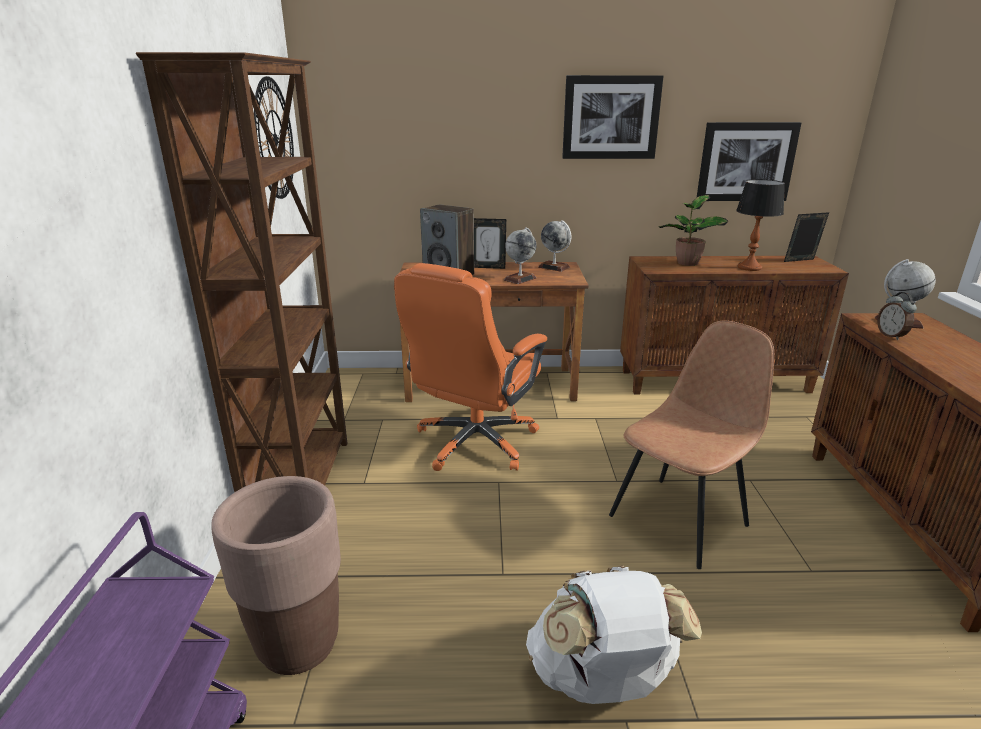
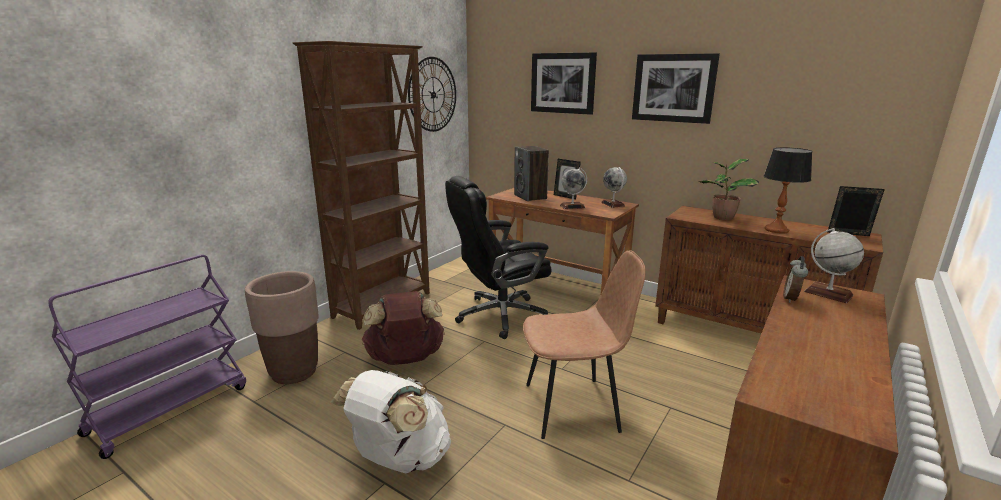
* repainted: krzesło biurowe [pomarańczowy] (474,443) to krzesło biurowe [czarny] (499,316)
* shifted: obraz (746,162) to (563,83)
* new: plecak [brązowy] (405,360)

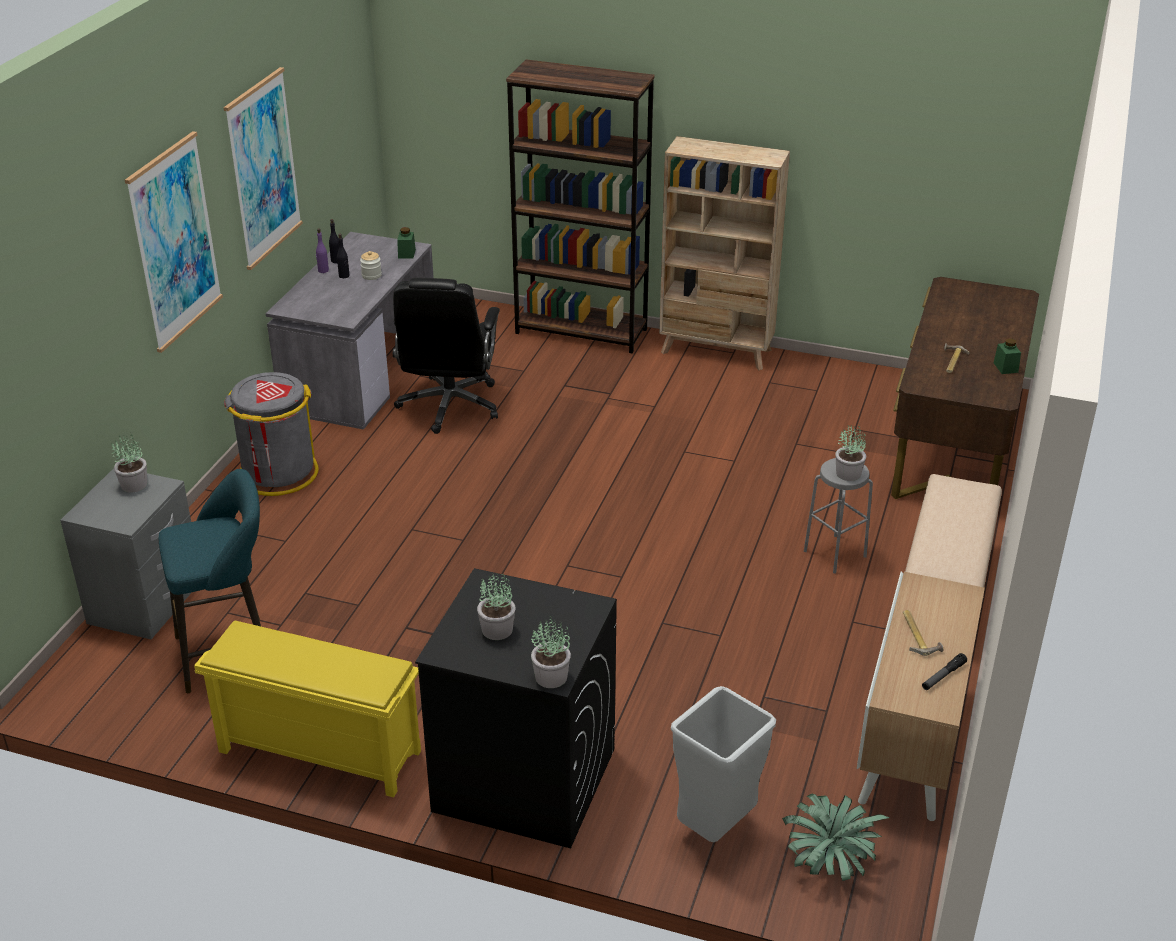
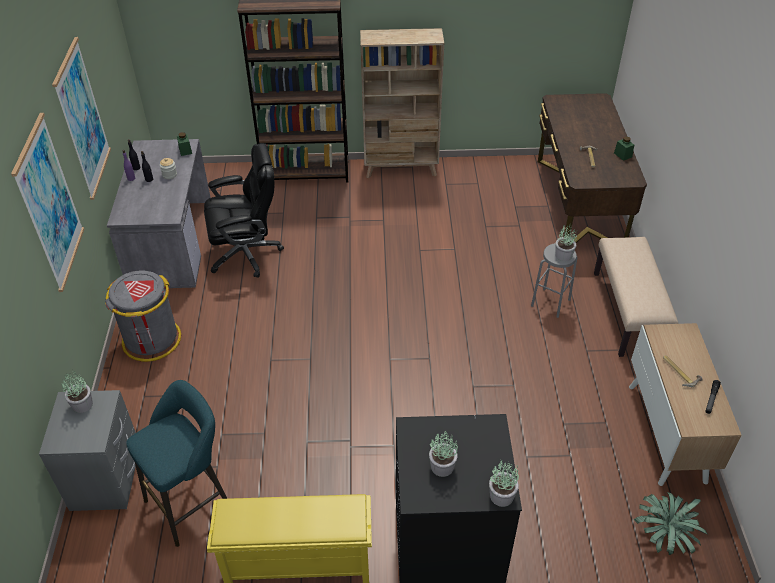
* rotated: krzesło biurowe [czarny] (449,406) = (246,253) 90 degrees counterclockwise
* gone: kosz na śmieci [szary] (716,827)

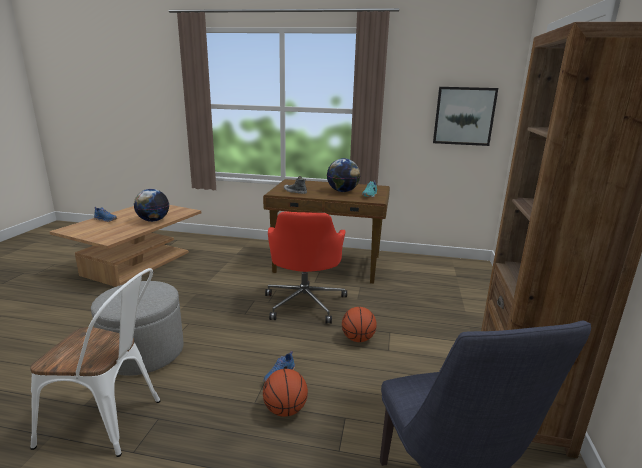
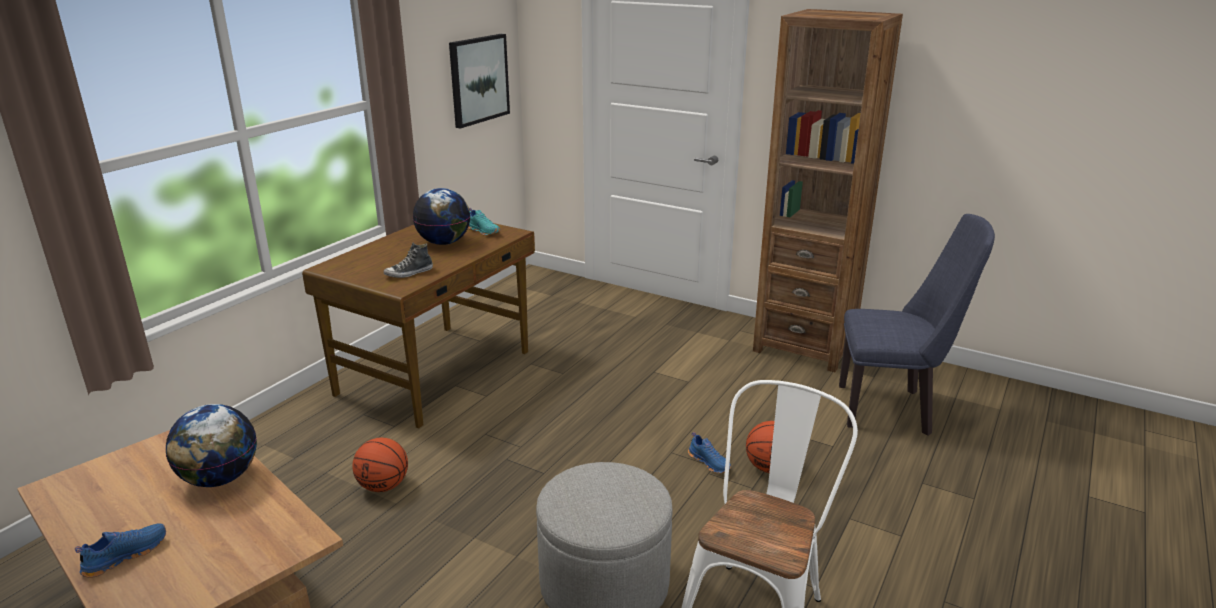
* gone: krzesło biurowe [czerwony] (305,302)
* shifted: piłka do koszykówki (358,339) to (383,486)

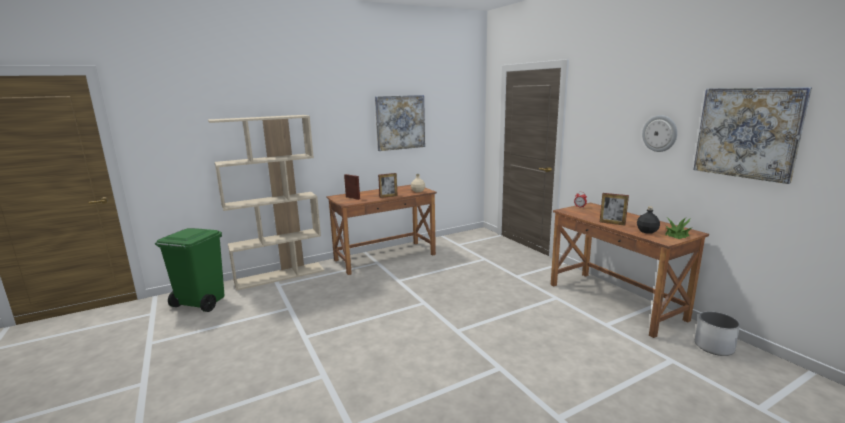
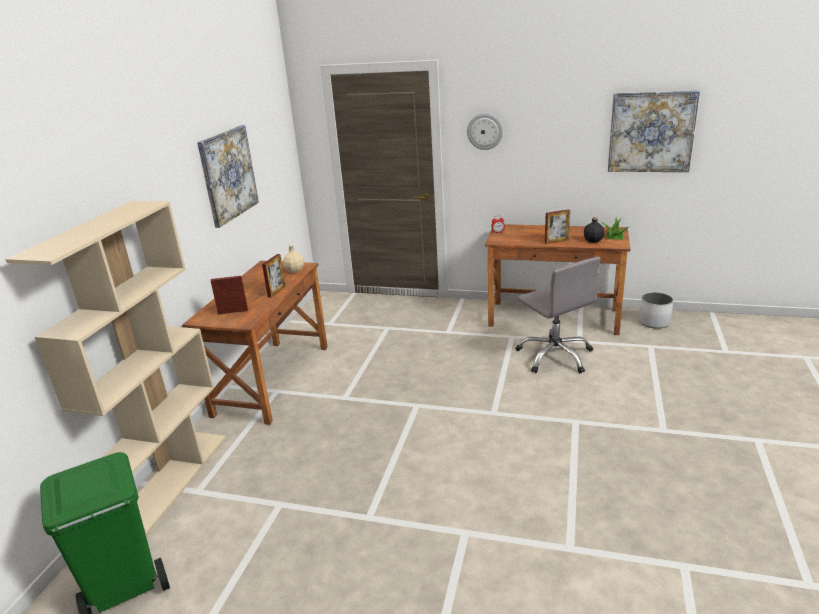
* shifted: zegar ścienny (660,133) to (485,131)
* new: krzesło biurowe [szary] (555,356)

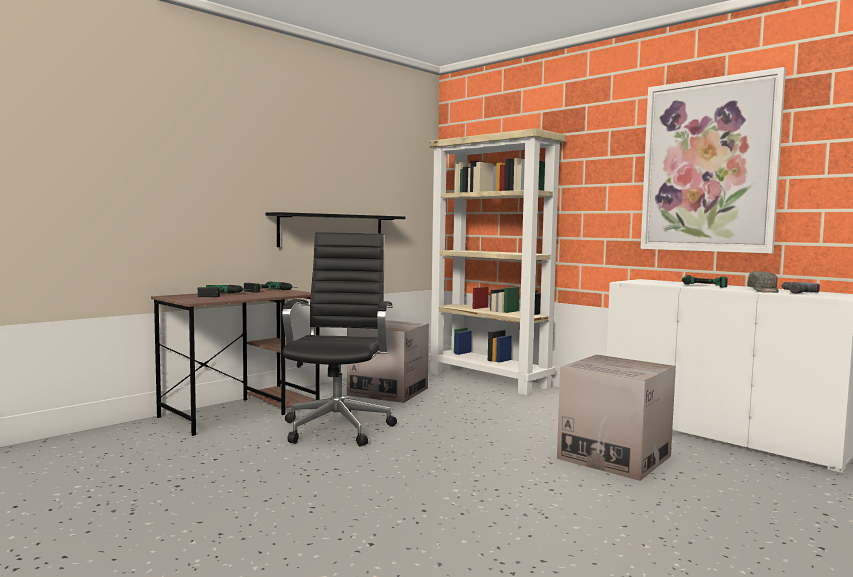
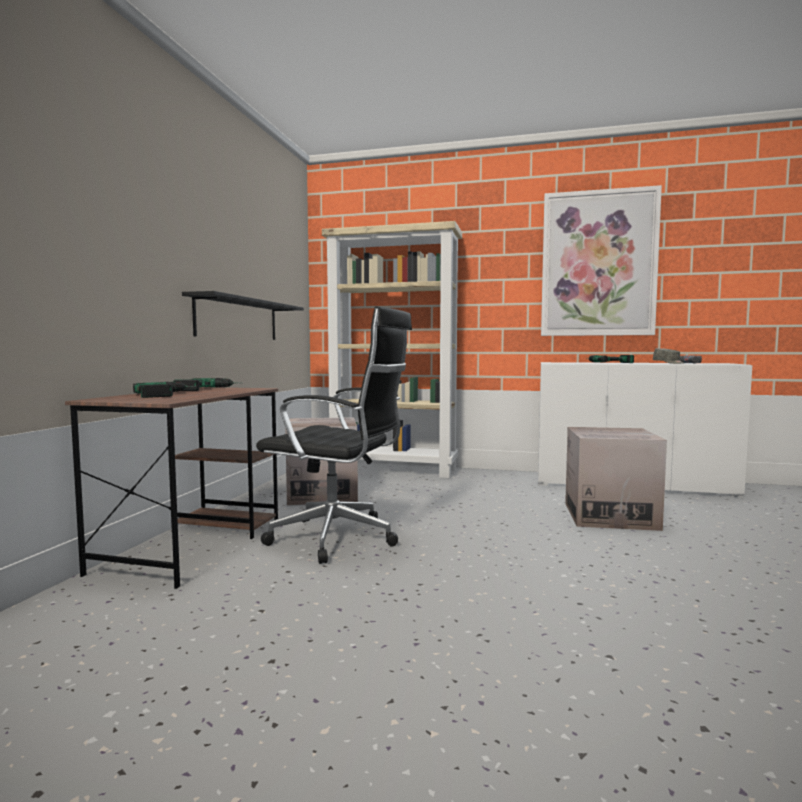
* rotated: krzesło biurowe [czarny] (338,427) = (339,539) 135 degrees clockwise

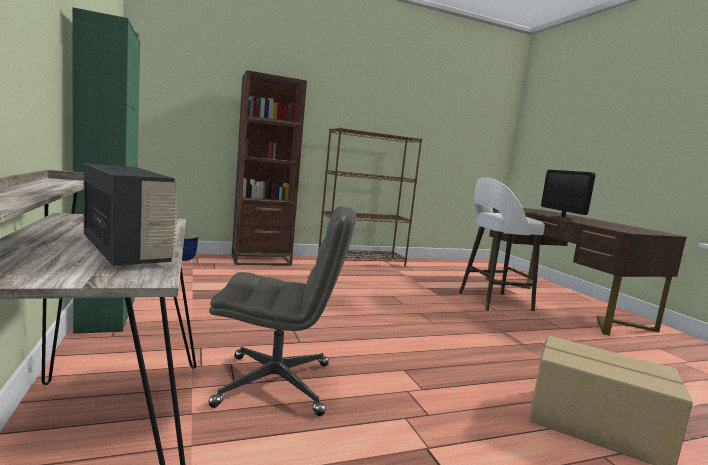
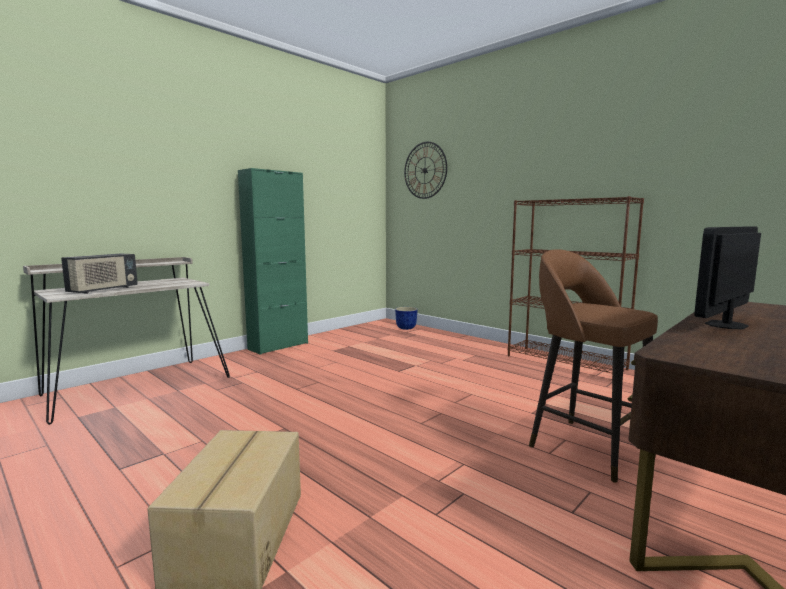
* gone: krzesło biurowe [szary] (277,384)
* gone: regał [brązowy] (261,260)
* repainted: stołek [biały] (492,302) to stołek [brązowy] (586,447)
* new: zegar ścienny (425,170)

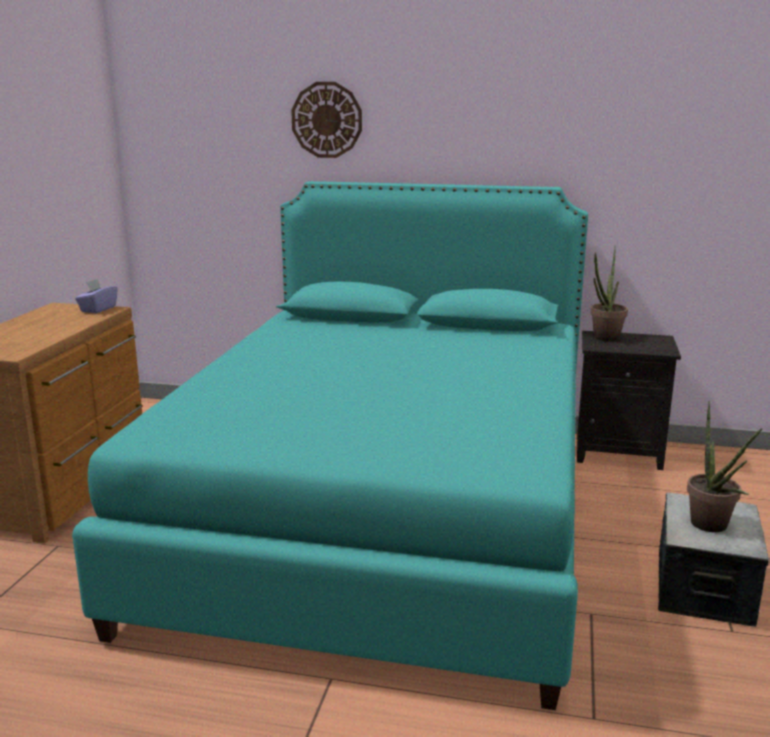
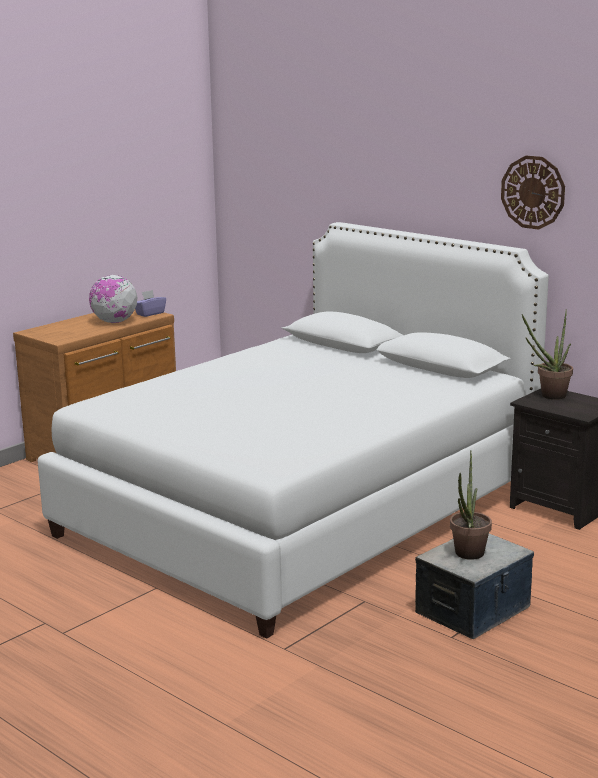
* repainted: łóżko [turkusowy] (384,515) to łóżko [biały] (301,510)
* shifted: zegar ścienny (327,120) to (533,192)
* new: globus (114,322)

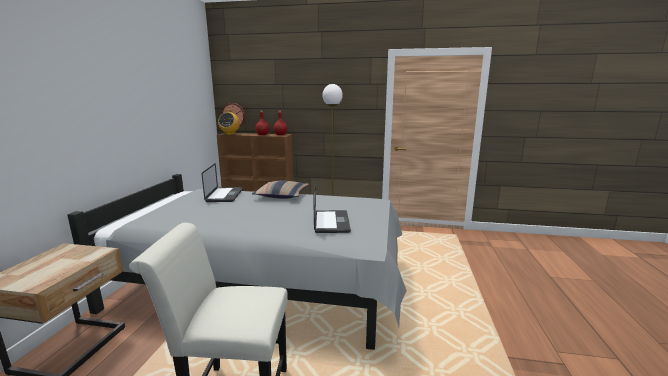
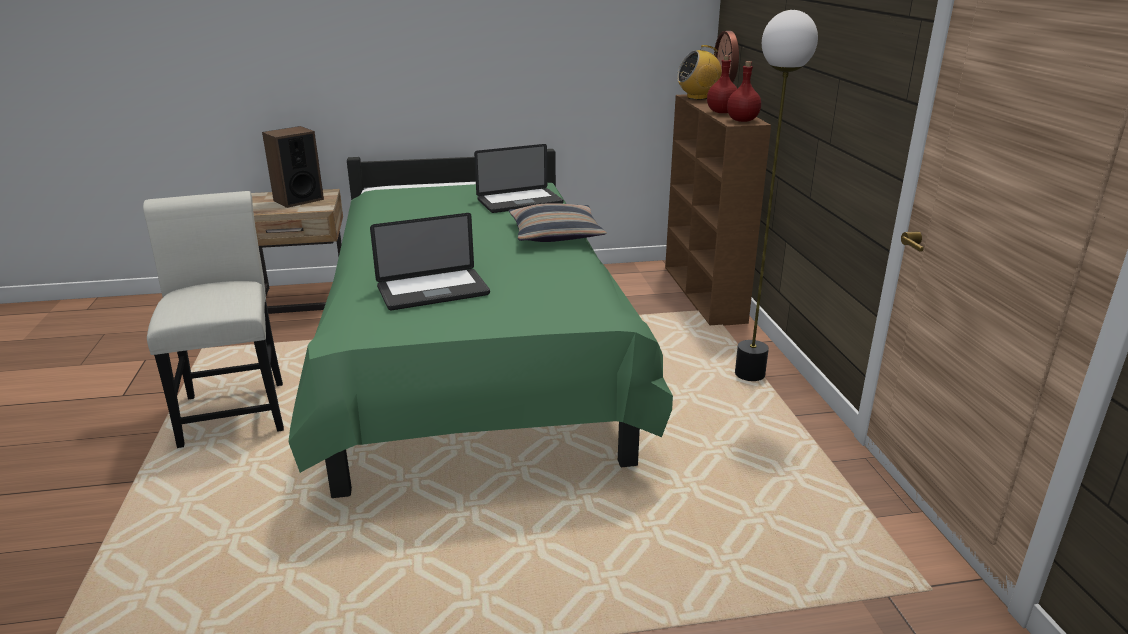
* repainted: łóżko [szary] (265,285) to łóżko [zielony] (472,364)
* new: głośnik (298,200)

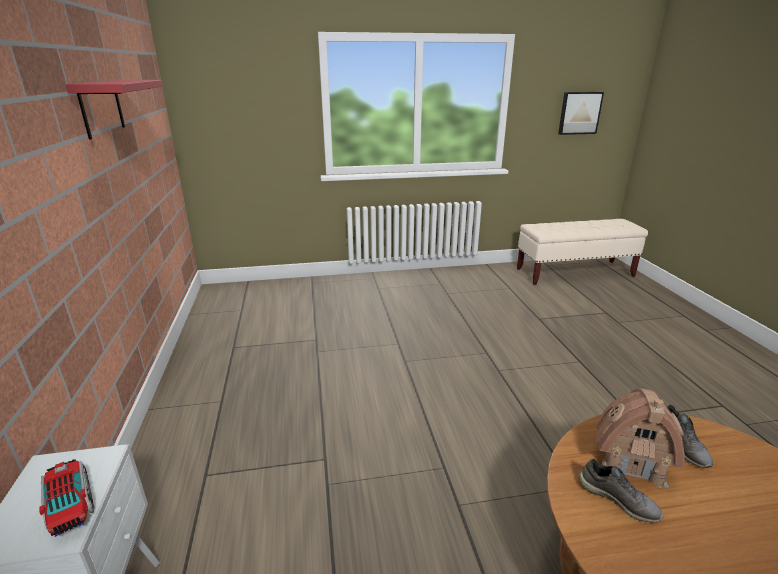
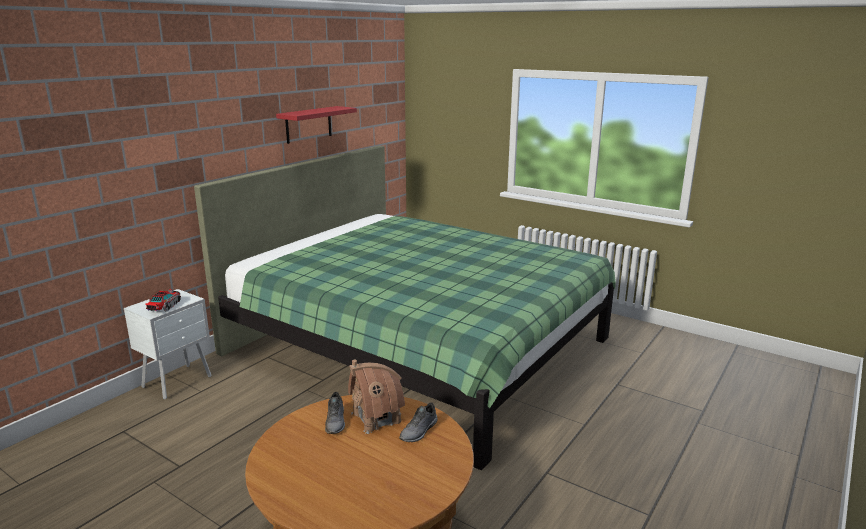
* gone: ławka [beżowy] (575,273)
* gone: obraz (579,113)
* new: łóżko [zielony] (418,347)

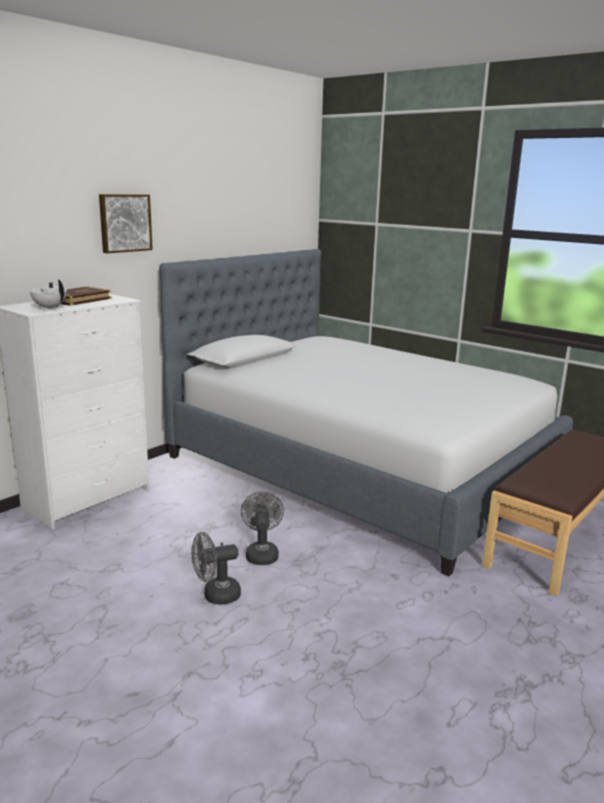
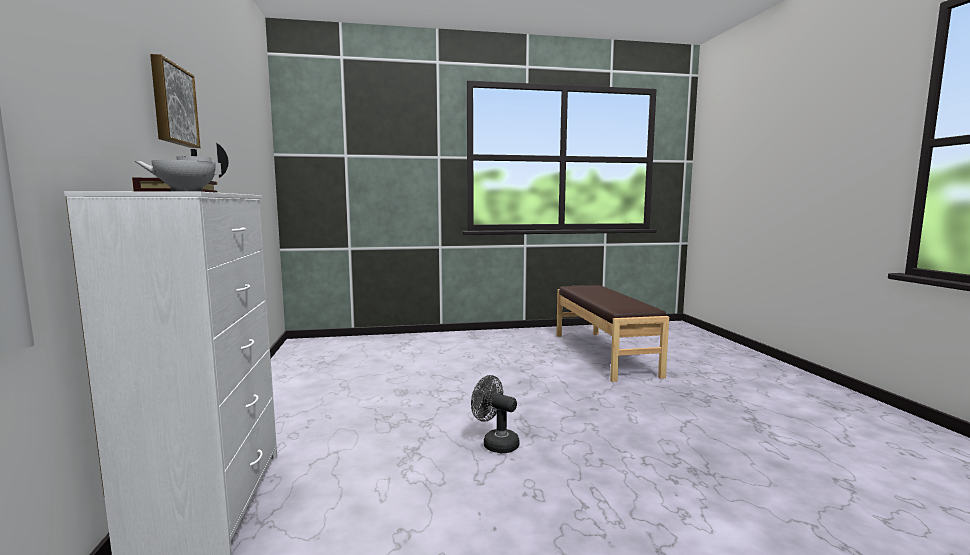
* gone: łóżko (360,467)
* gone: wentylator [szary] (216,596)

